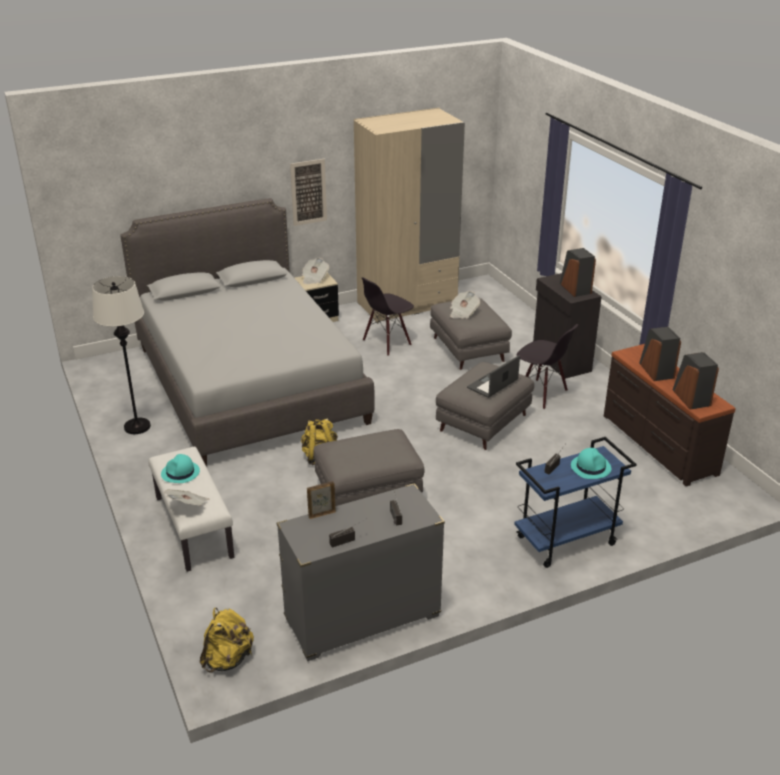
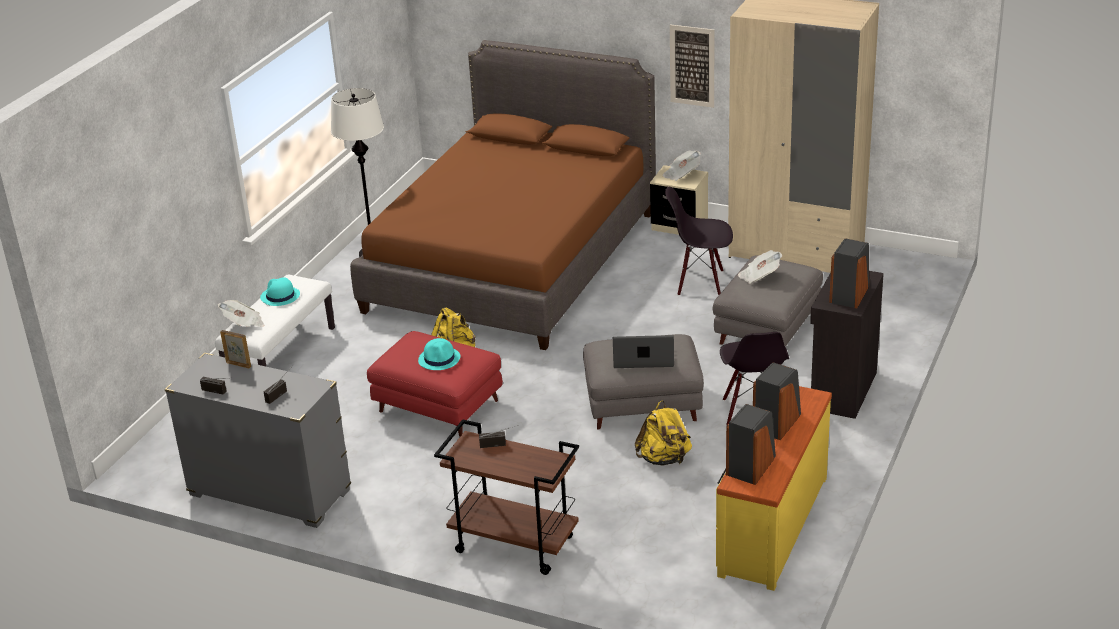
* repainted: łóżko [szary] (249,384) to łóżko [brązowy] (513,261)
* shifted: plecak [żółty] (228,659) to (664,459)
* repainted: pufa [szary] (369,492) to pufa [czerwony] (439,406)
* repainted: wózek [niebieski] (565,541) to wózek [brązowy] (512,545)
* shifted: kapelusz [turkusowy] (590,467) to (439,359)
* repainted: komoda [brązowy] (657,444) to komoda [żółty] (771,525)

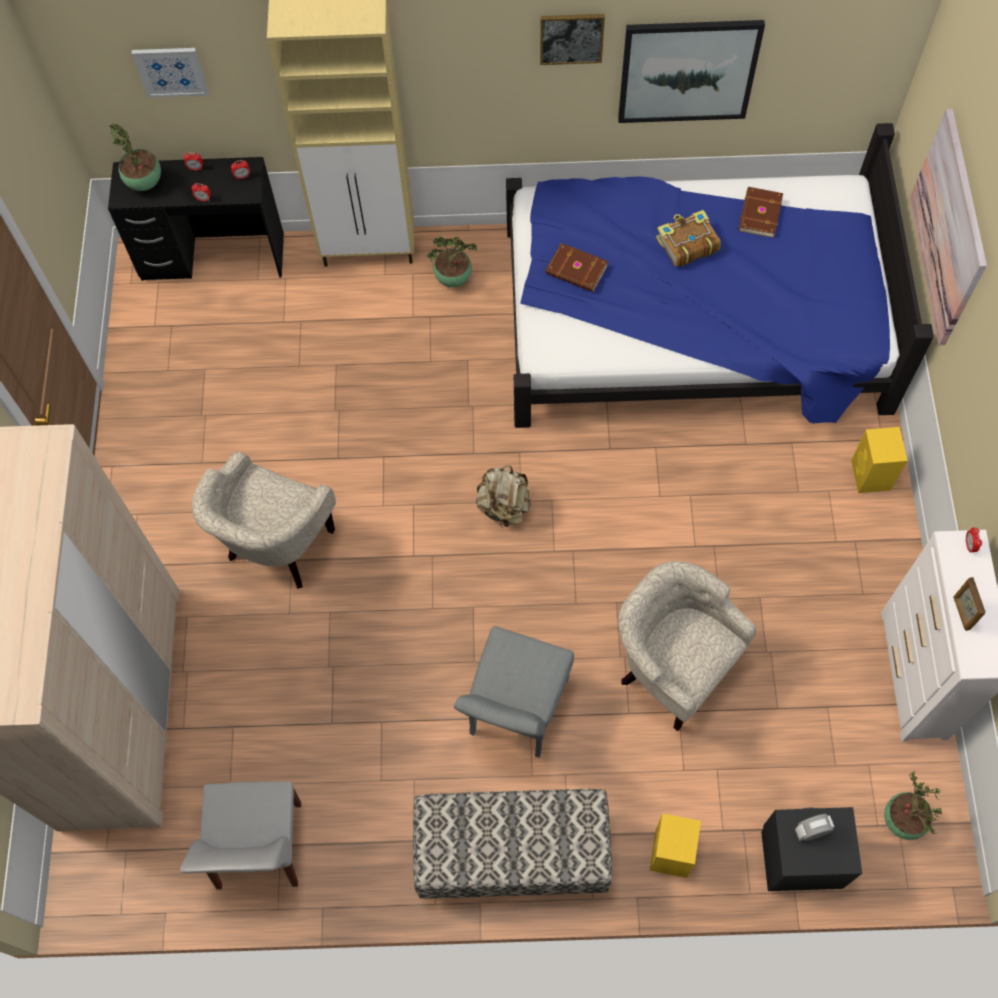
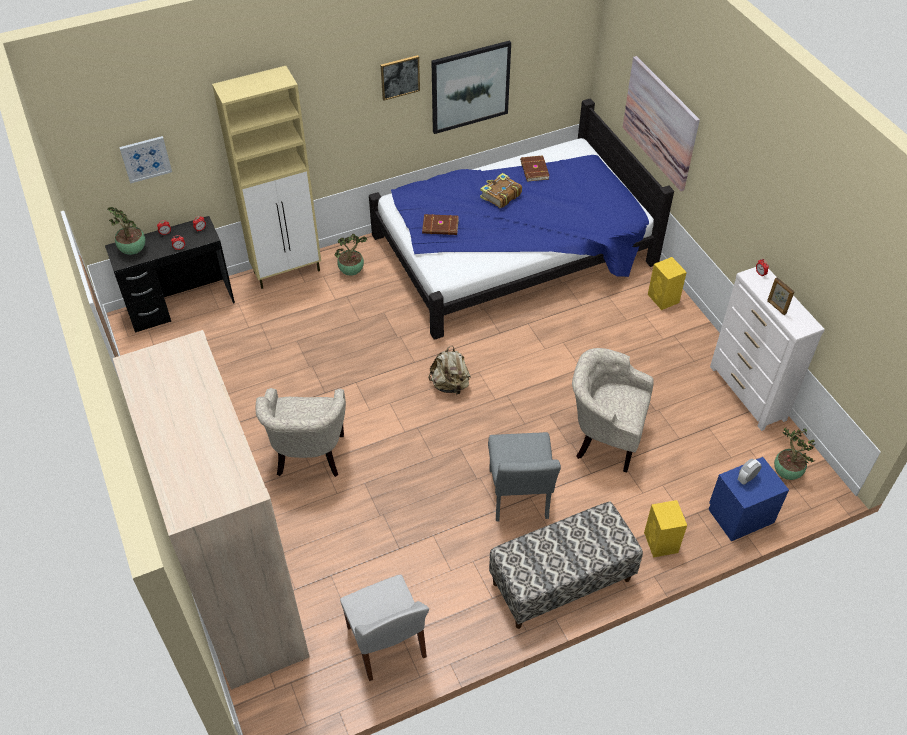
* repainted: szafka nocna [czarny] (801,856) to szafka nocna [niebieski] (740,514)

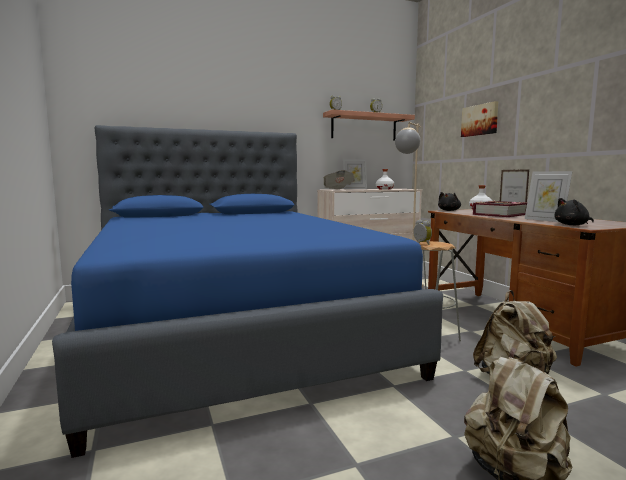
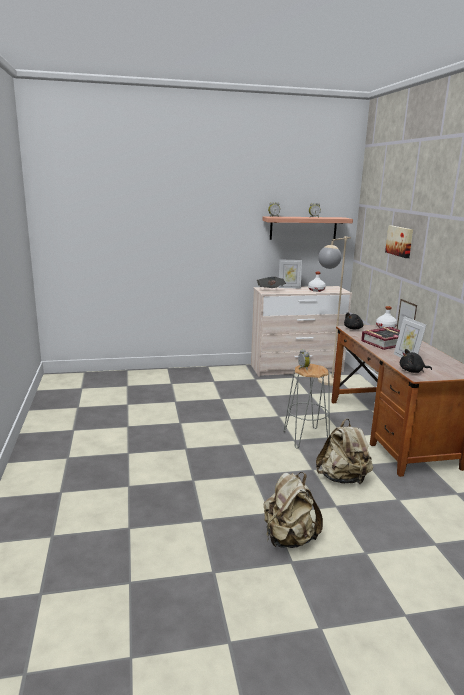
* gone: łóżko [niebieski] (233,329)

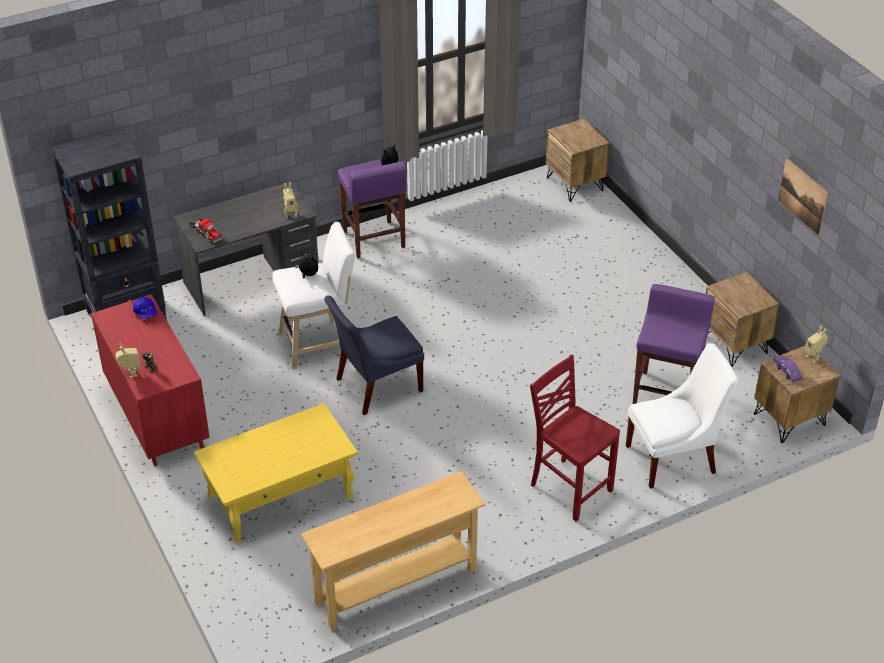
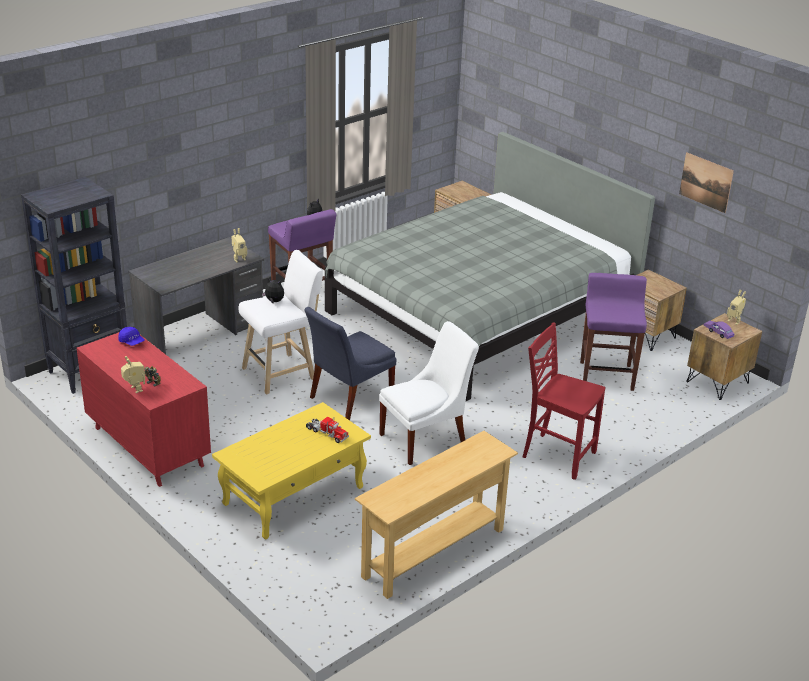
* shifted: ciężarówka zabawkowa (206,233) to (327,433)
* shifted: krzesło [biały] (674,458) to (426,439)
* new: łóżko [szary] (479,314)

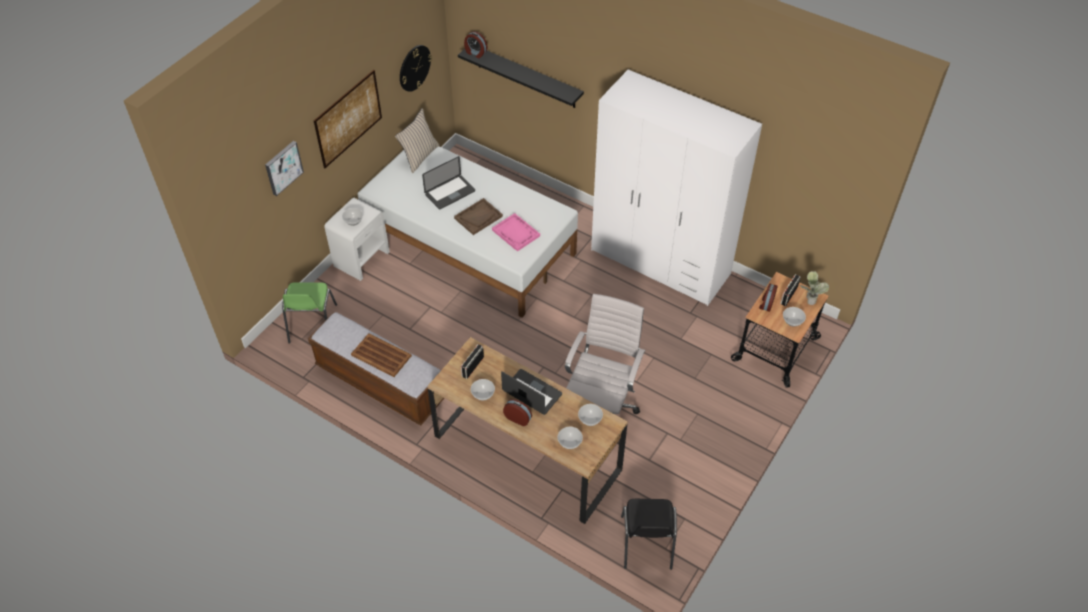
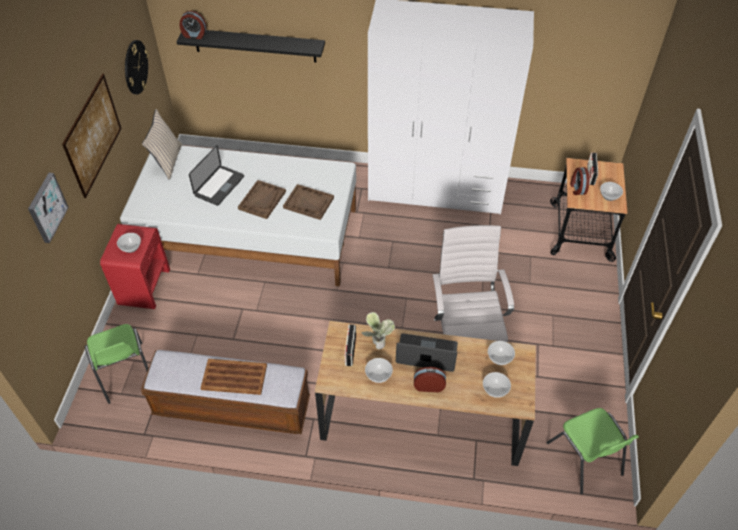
* repainted: szafka nocna [biały] (362,258) to szafka nocna [czerwony] (144,286)
* repainted: taca [różowy] (516,233) to taca [brązowy] (309,203)
* repainted: krzesło [czarny] (646,543) to krzesło [zielony] (585,459)
* shifted: roślina doniczkowa (809,298) to (377,341)

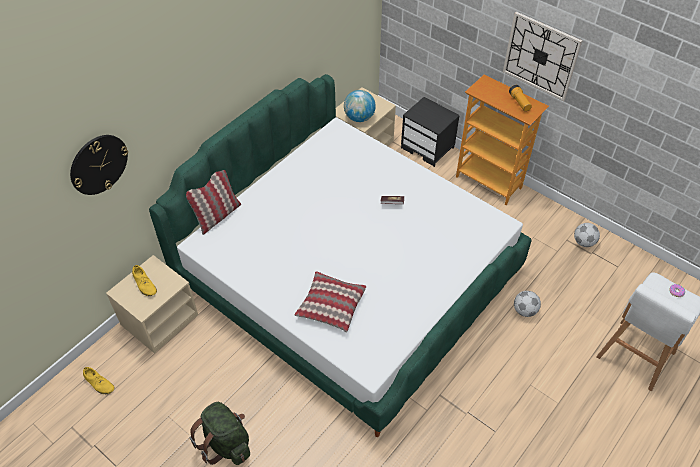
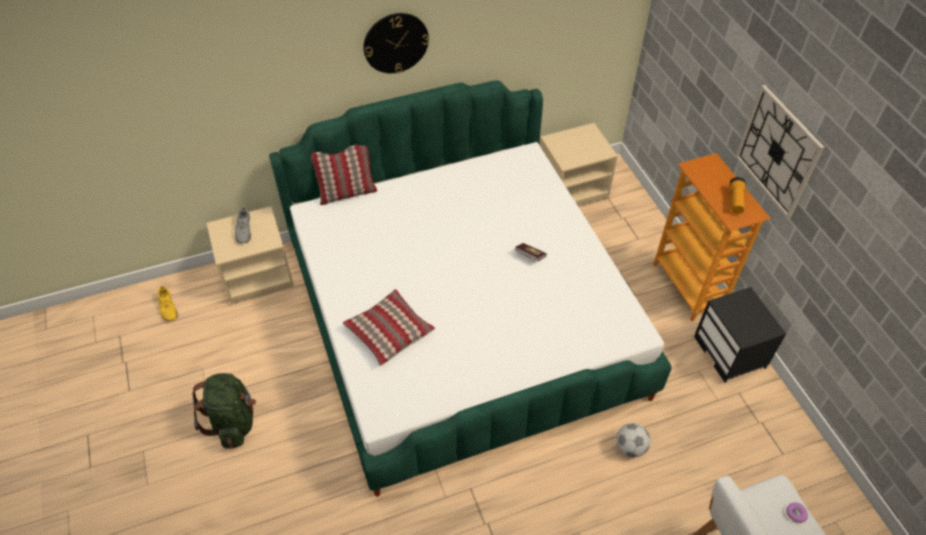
* shifted: zegar ścienny (98,164) to (395,43)
* repainted: but [żółty] (144,284) to but [szary] (244,230)
* gone: globus (359,118)
* shifted: szafka nocna [czarny] (428,148) to (730,352)
* gone: piłka futbolowa (584,242)

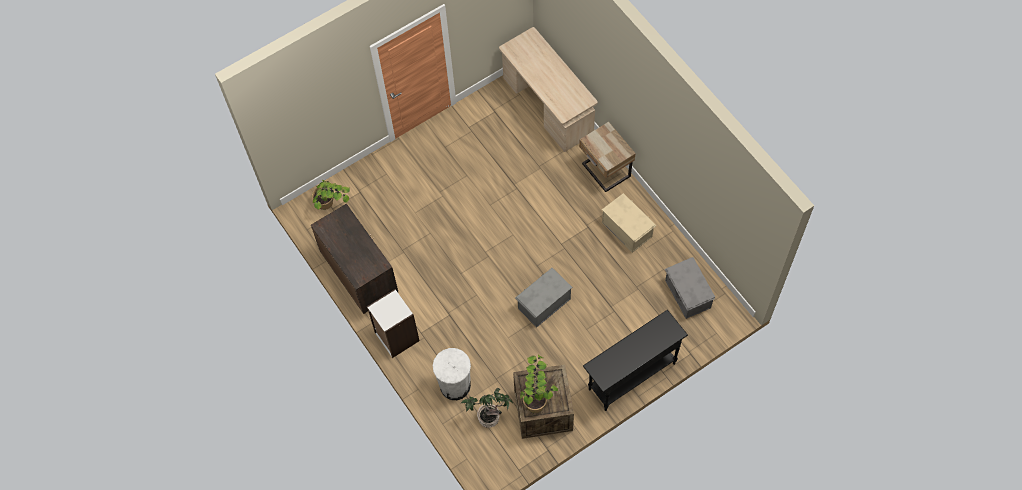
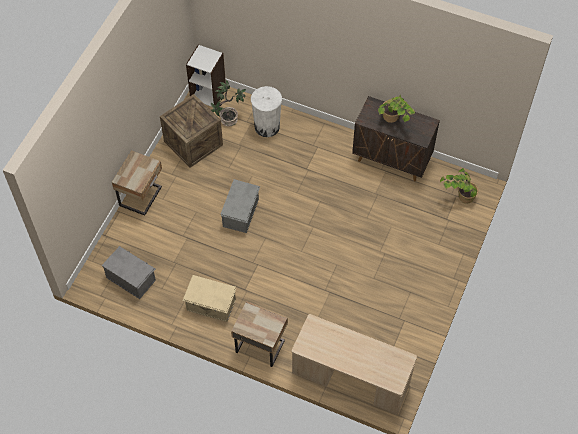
* shifted: regał [biały] (396,337) to (208,93)
* shifted: roślina doniczkowa (537,394) to (394,123)
* swapped: stolik konsolowy [czarny] (631,376) to szafka nocna [beżowy] (142,197)

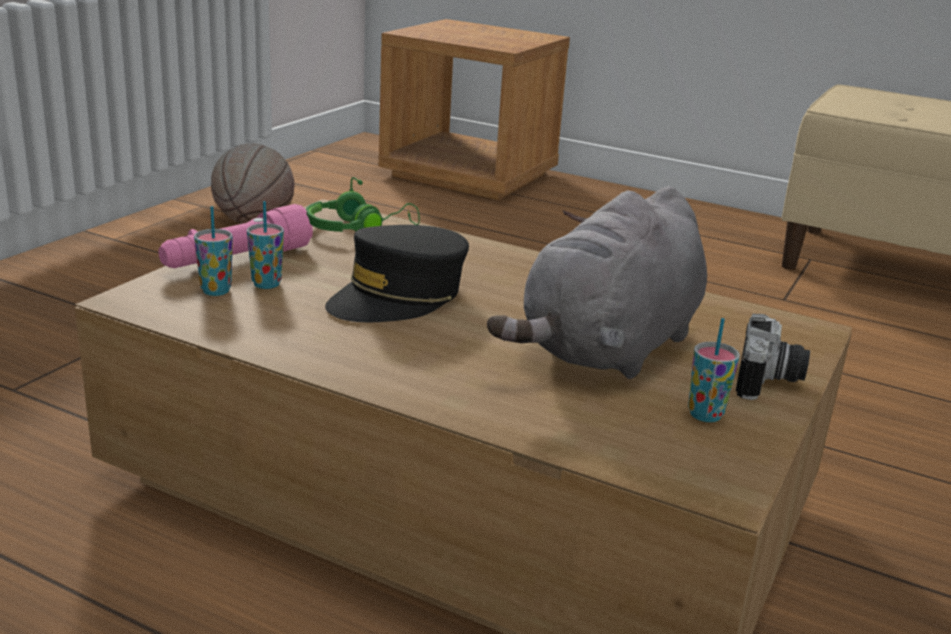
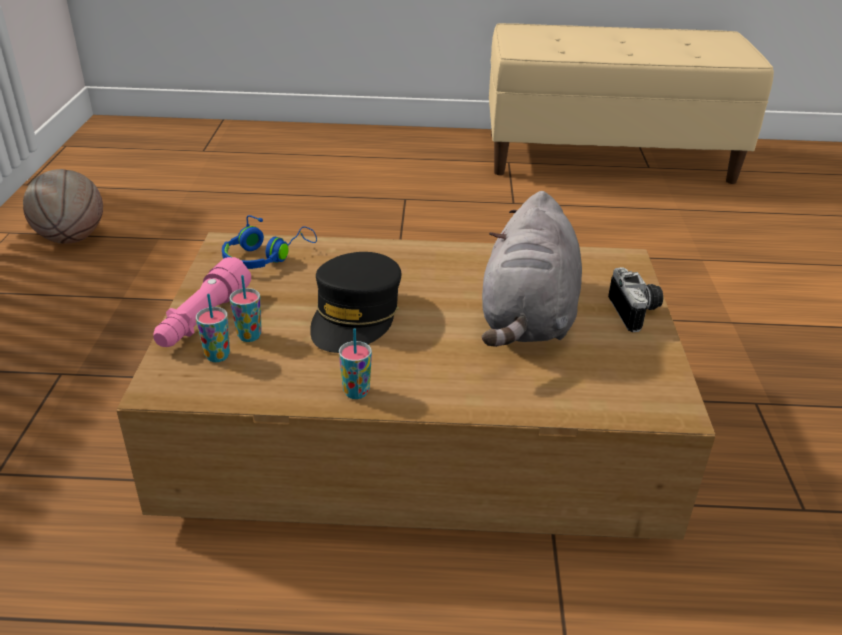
* repainted: słuchawki [zielony] (358,229) to słuchawki [niebieski] (265,257)
* gone: szafka nocna [brązowy] (470,175)
* shifted: filiżanka (705,415) to (356,392)

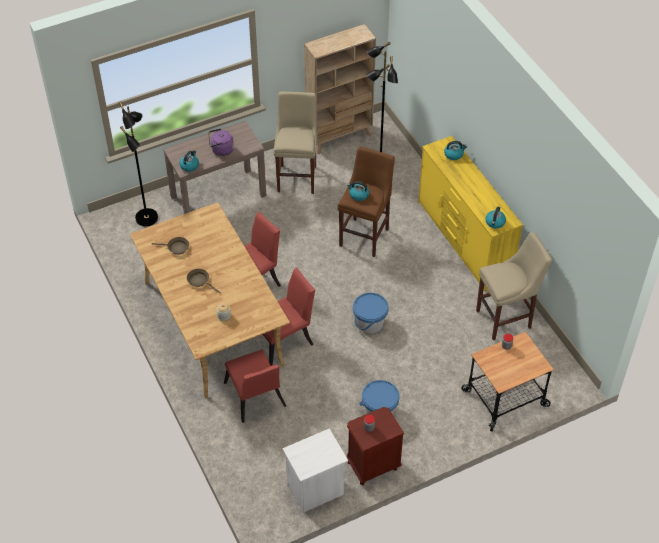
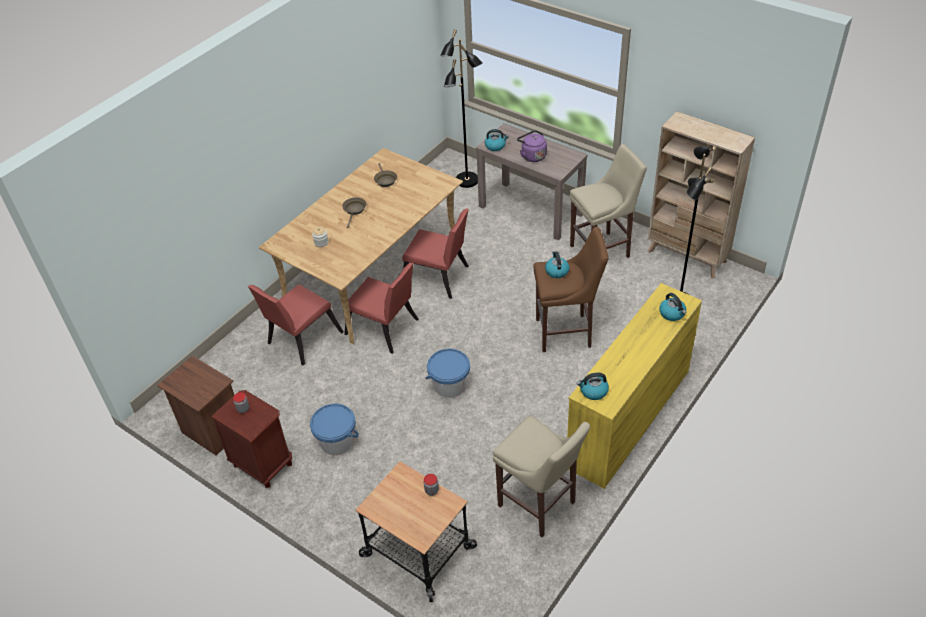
* repainted: szafka nocna [biały] (316,490) to szafka nocna [brązowy] (212,431)

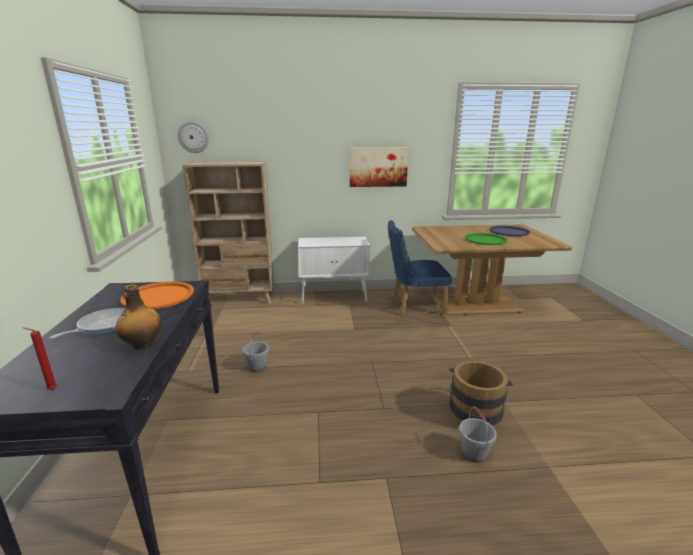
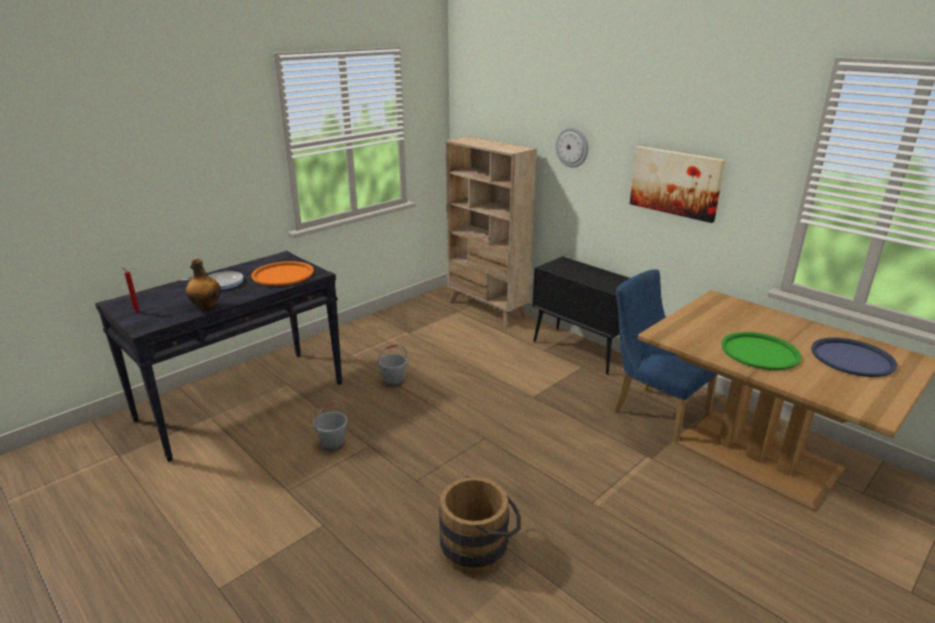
* shifted: zegar ścienny (193,137) to (572,147)
* repainted: szafka [biały] (334,297) to szafka [czarny] (581,351)
* shifted: wiadro [szary] (474,453) to (333,444)

